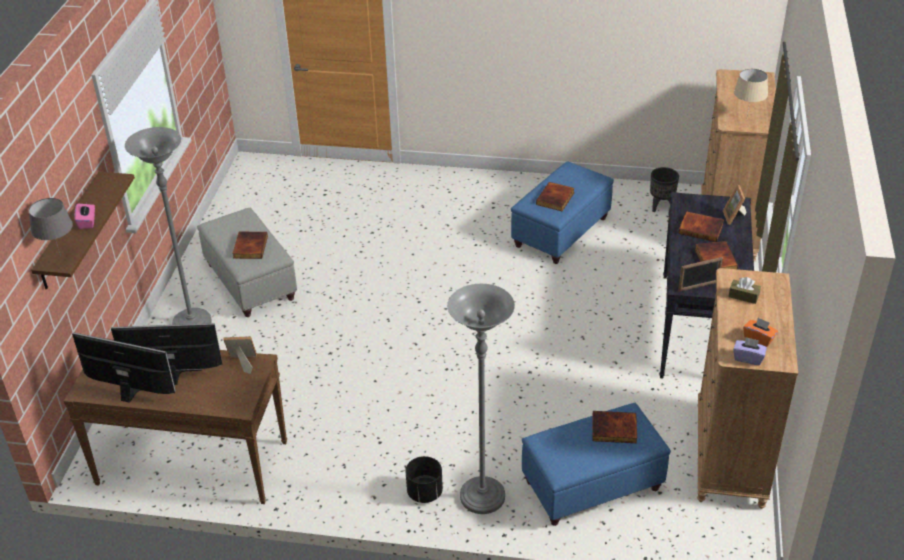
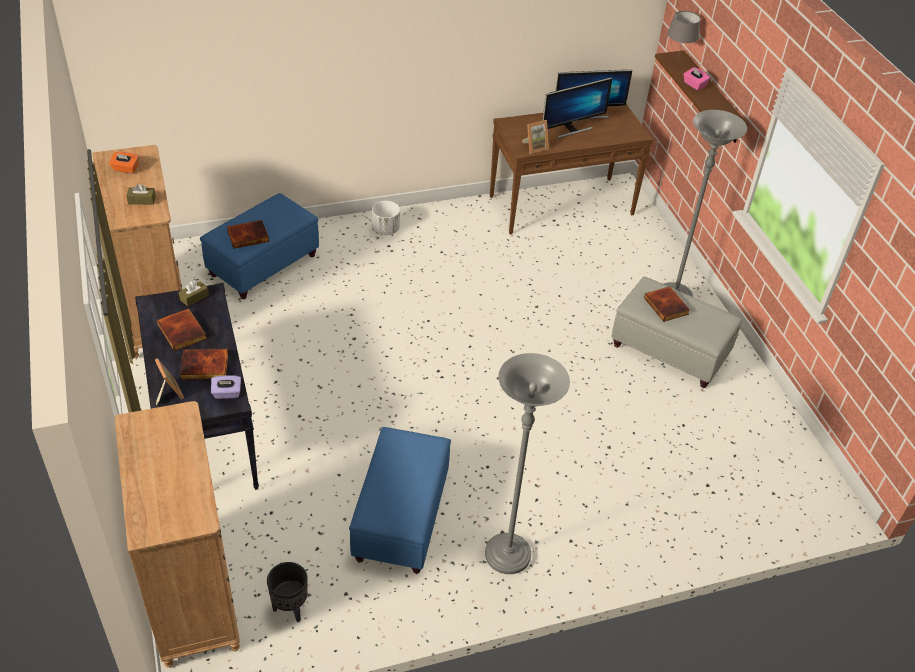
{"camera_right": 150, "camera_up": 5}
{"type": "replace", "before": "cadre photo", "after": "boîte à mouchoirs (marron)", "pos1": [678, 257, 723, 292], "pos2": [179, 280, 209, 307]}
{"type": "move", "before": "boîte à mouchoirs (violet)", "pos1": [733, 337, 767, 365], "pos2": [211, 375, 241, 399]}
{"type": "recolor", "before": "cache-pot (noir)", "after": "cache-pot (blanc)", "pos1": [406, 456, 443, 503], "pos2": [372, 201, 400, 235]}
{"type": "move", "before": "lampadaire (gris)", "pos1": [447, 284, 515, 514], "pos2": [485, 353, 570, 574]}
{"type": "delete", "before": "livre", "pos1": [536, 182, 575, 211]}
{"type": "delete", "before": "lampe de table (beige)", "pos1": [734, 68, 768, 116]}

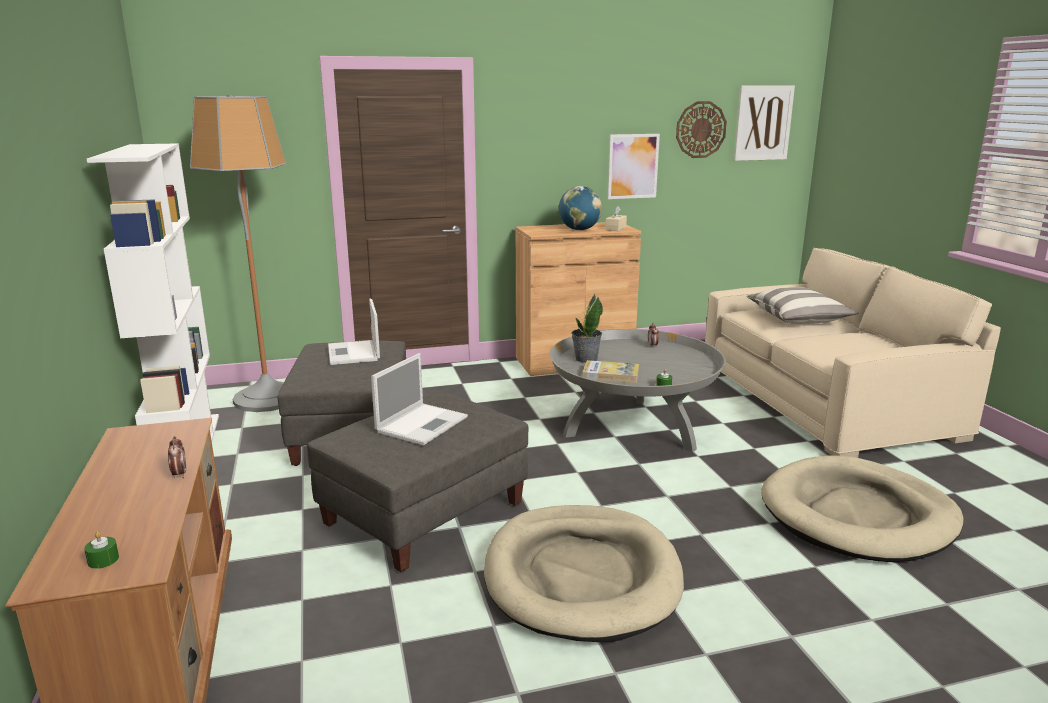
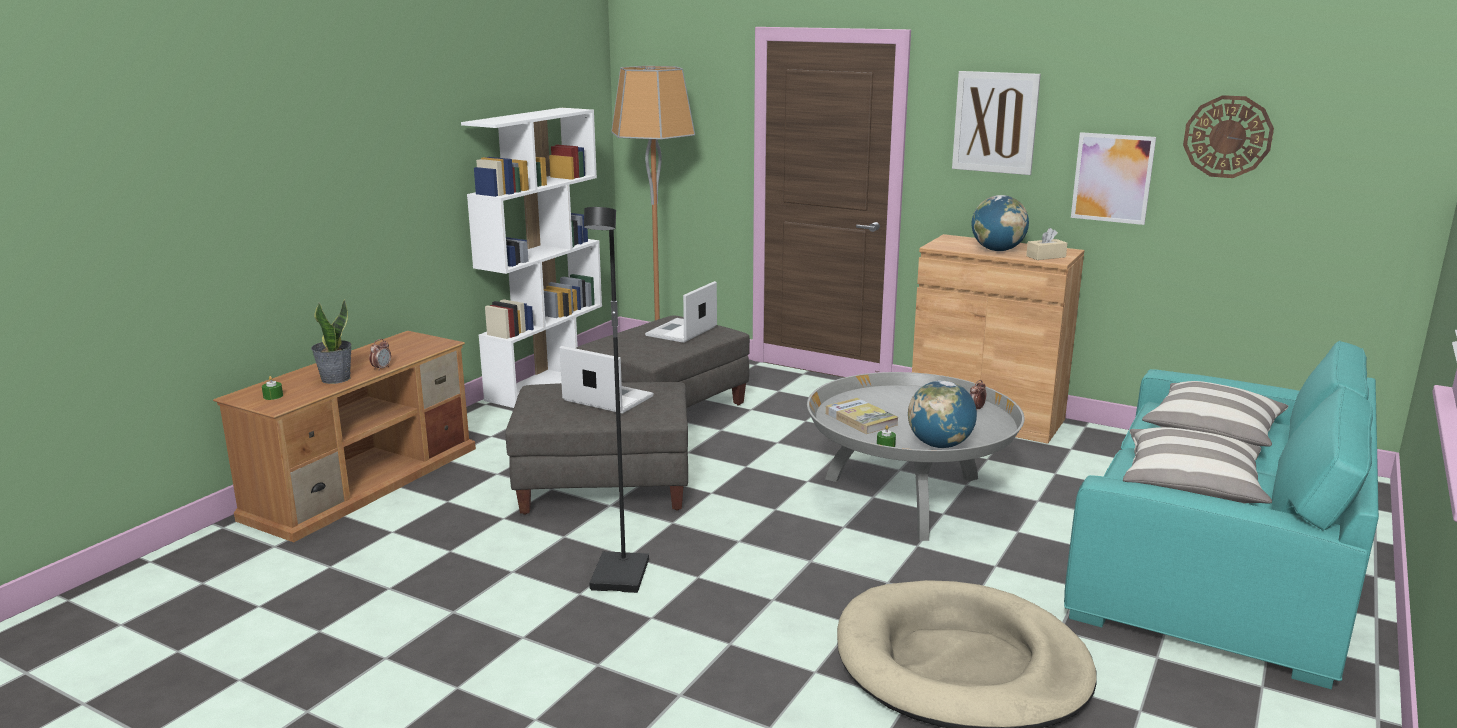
{"camera_right": 45, "camera_up": 0}
{"type": "move", "before": "plante en pot", "pos1": [571, 294, 603, 363], "pos2": [311, 299, 352, 384]}
{"type": "rotate", "before": "ordinateur portable", "pos1": [371, 353, 468, 446], "pos2": [560, 346, 654, 414], "turn": -135}
{"type": "replace", "before": "panier pour chien (beige)", "after": "lampadaire (noir)", "pos1": [484, 505, 684, 642], "pos2": [584, 207, 649, 593]}
{"type": "insert", "after": "globe", "pos2": [908, 380, 977, 448]}
{"type": "move", "before": "tableau", "pos1": [734, 86, 795, 161], "pos2": [952, 71, 1041, 175]}
{"type": "recolor", "before": "canapé (beige)", "after": "canapé (turquoise)", "pos1": [705, 248, 1001, 458], "pos2": [1064, 341, 1379, 689]}
{"type": "insert", "after": "coussin", "pos2": [1123, 427, 1272, 504]}

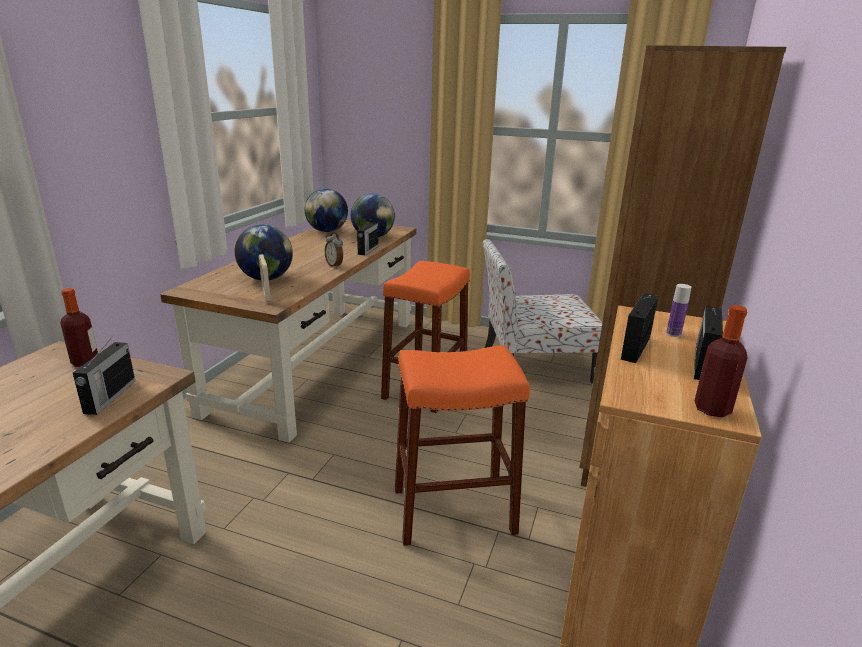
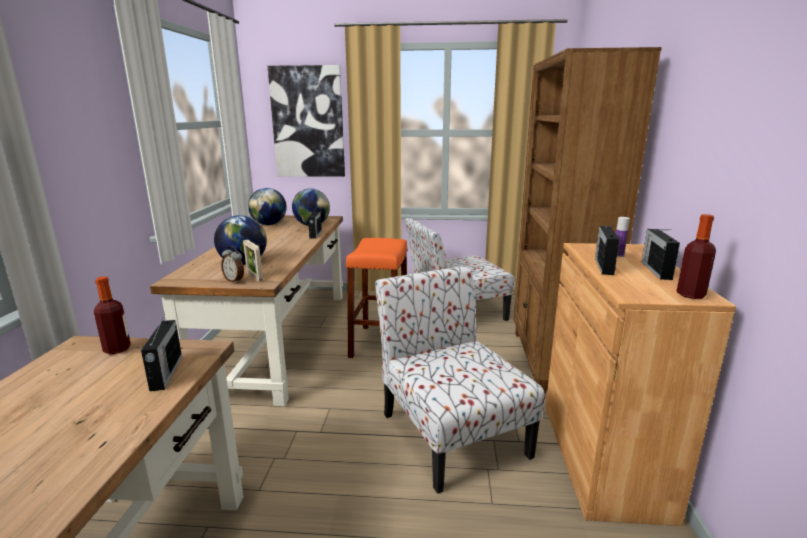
{"camera_right": -15, "camera_up": -5}
{"type": "move", "before": "réveil", "pos1": [325, 232, 343, 268], "pos2": [221, 246, 244, 283]}
{"type": "insert", "after": "tableau", "pos2": [268, 65, 345, 177]}
{"type": "replace", "before": "tabouret (orange)", "after": "chaise", "pos1": [395, 345, 530, 546], "pos2": [375, 266, 545, 494]}

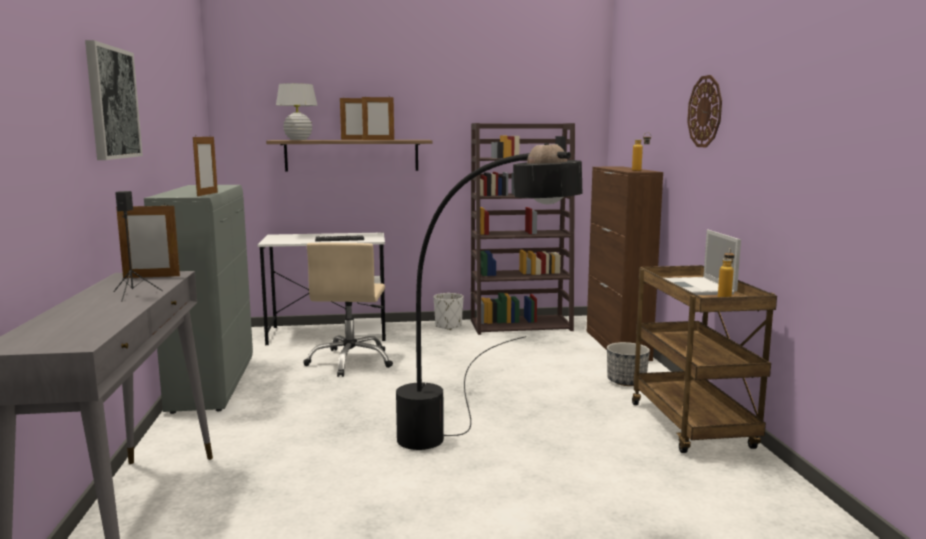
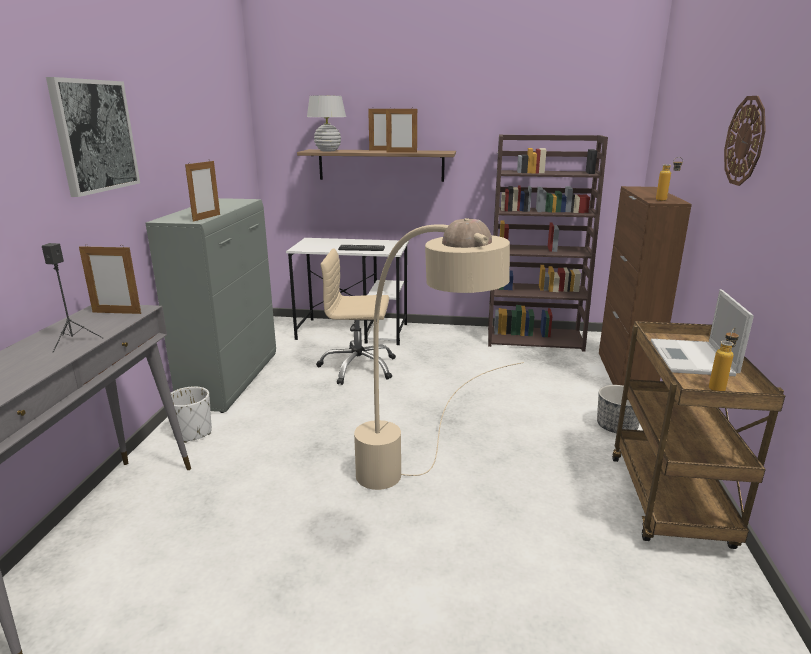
{"camera_right": 15, "camera_up": 10}
{"type": "move", "before": "cache-pot (blanc)", "pos1": [434, 293, 464, 330], "pos2": [171, 386, 212, 443]}
{"type": "rotate", "before": "chaise de bureau (beige)", "pos1": [303, 243, 393, 377], "pos2": [316, 249, 396, 385], "turn": 75}
{"type": "recolor", "before": "lampadaire (noir)", "after": "lampadaire (beige)", "pos1": [396, 143, 582, 450], "pos2": [354, 218, 524, 490]}

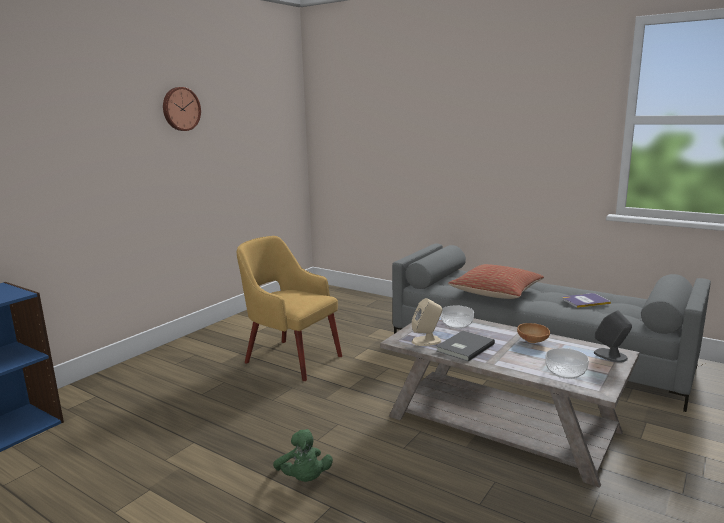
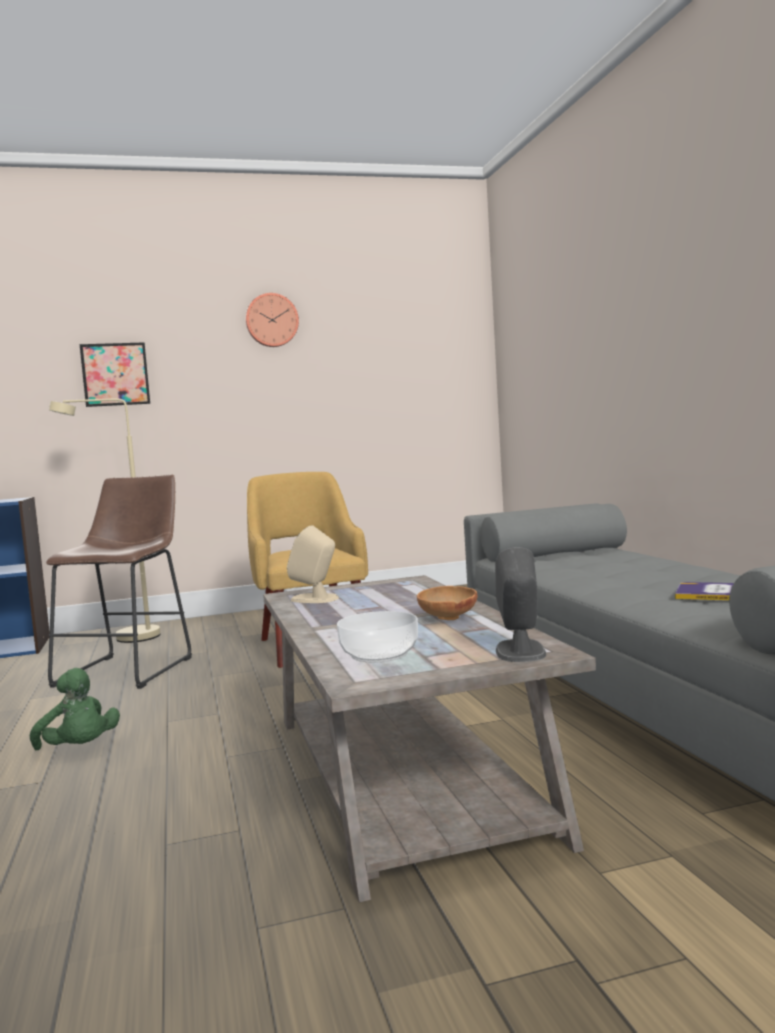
{"camera_right": 40, "camera_up": -10}
{"type": "rotate", "before": "peluche (vert)", "pos1": [273, 429, 333, 482], "pos2": [30, 668, 120, 750], "turn": -60}
{"type": "insert", "after": "tabouret (marron)", "pos2": [46, 474, 192, 689]}
{"type": "insert", "after": "lampadaire (beige)", "pos2": [49, 399, 161, 643]}
{"type": "insert", "after": "tableau", "pos2": [80, 342, 150, 407]}
{"type": "delete", "before": "livre (gris)", "pos1": [436, 331, 495, 361]}
{"type": "delete", "before": "bol", "pos1": [441, 305, 474, 329]}
{"type": "delete", "before": "coussin", "pos1": [448, 264, 544, 299]}

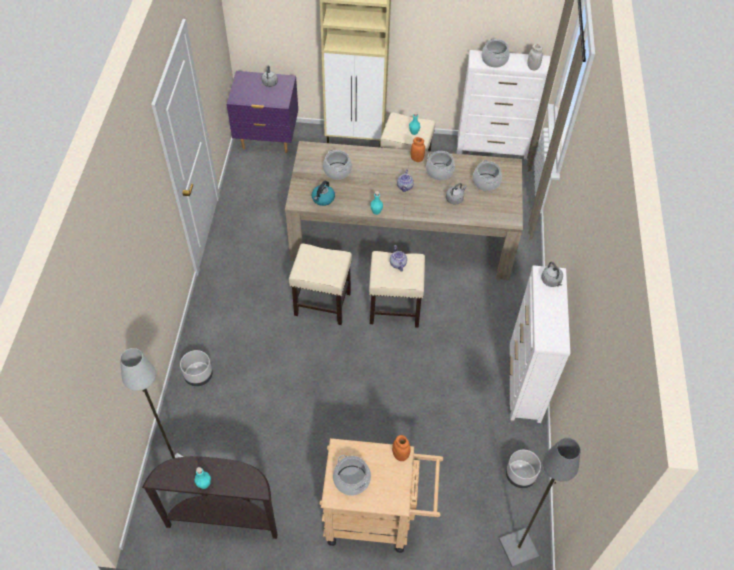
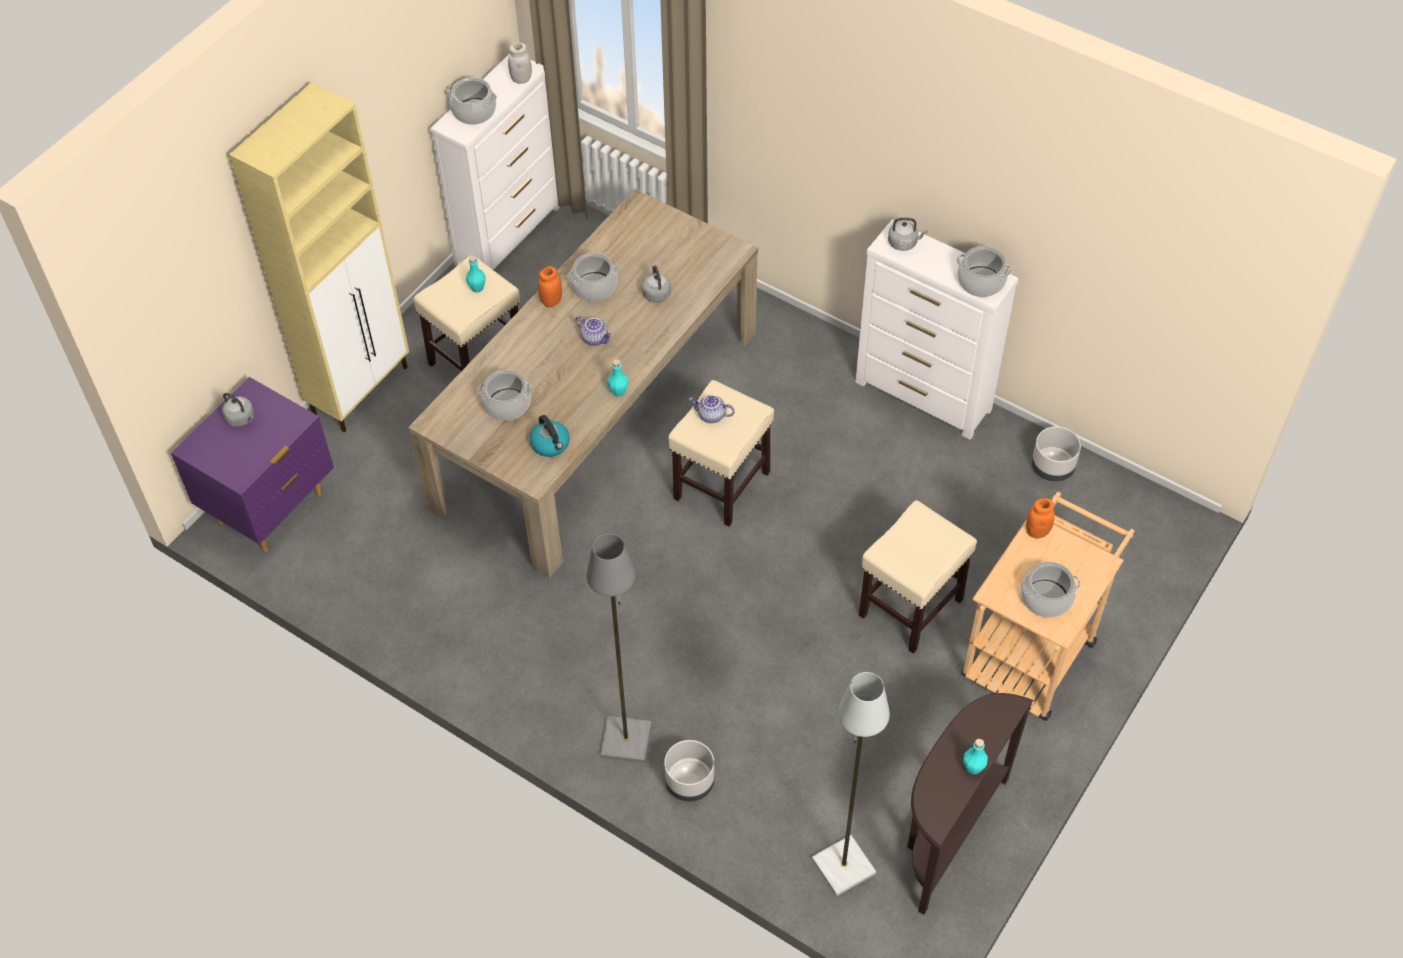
{"camera_right": -60, "camera_up": 0}
{"type": "move", "before": "lampadaire (gris)", "pos1": [499, 438, 581, 567], "pos2": [587, 534, 652, 763]}
{"type": "move", "before": "tabouret (beige)", "pos1": [289, 243, 352, 325], "pos2": [859, 500, 977, 654]}
{"type": "move", "before": "marmite", "pos1": [473, 160, 502, 191], "pos2": [957, 246, 1012, 297]}

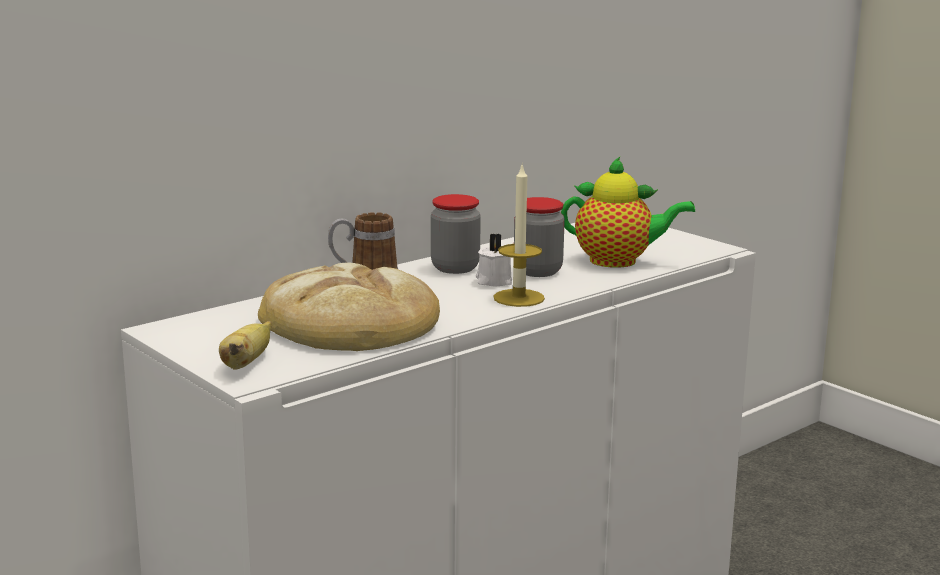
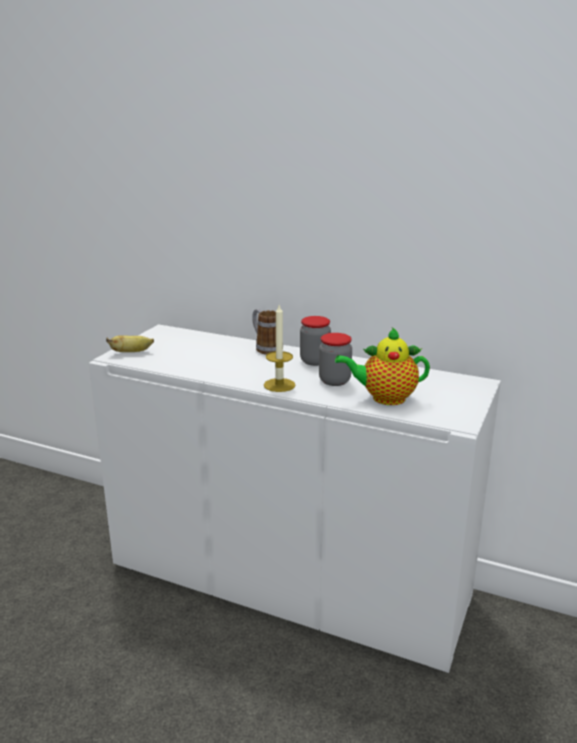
{"camera_right": 65, "camera_up": 5}
{"type": "rotate", "before": "théière", "pos1": [561, 156, 695, 268], "pos2": [335, 327, 430, 405], "turn": 105}
{"type": "delete", "before": "pain", "pos1": [258, 263, 440, 351]}
{"type": "delete", "before": "bougie (blanc)", "pos1": [476, 233, 512, 287]}

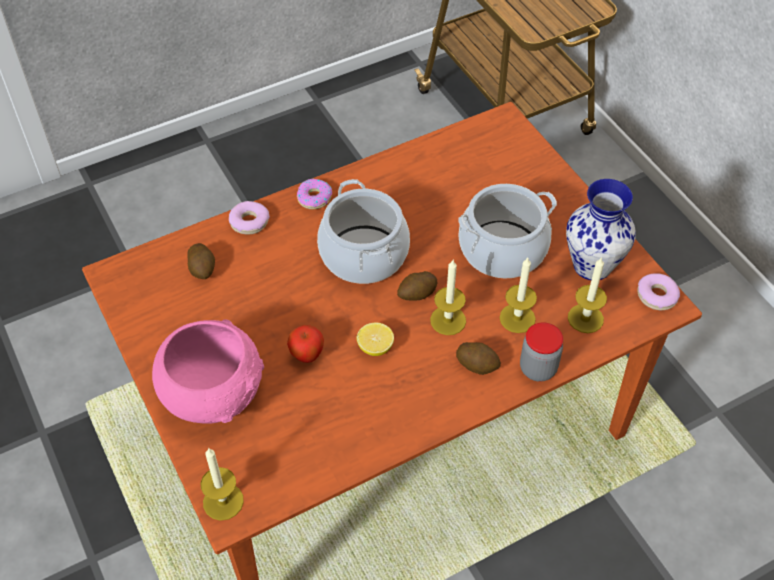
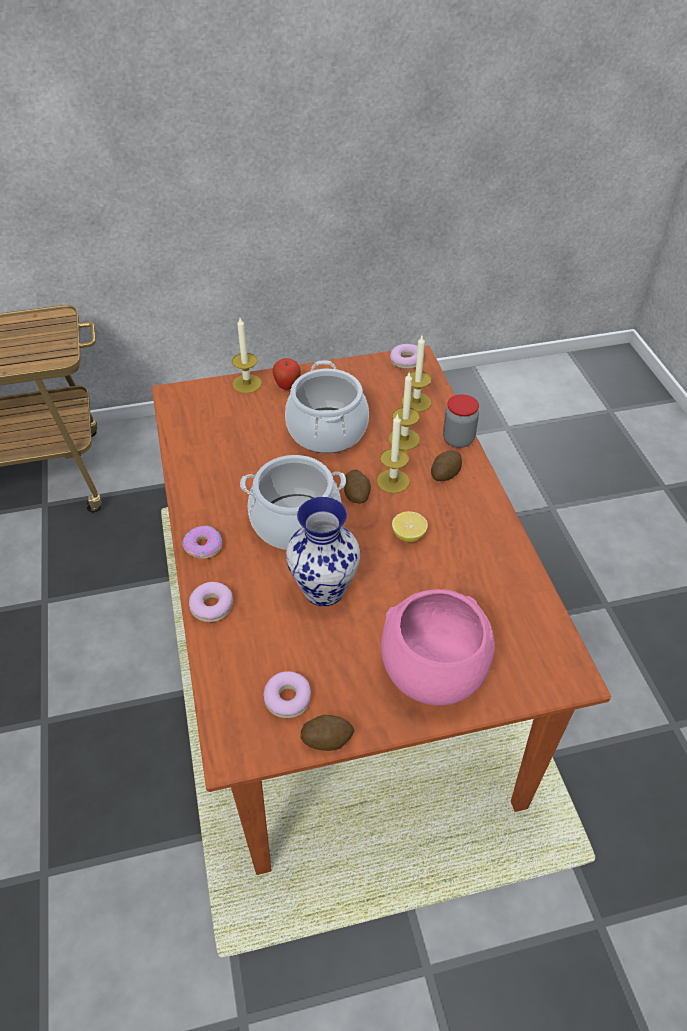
{"camera_right": -75, "camera_up": -5}
{"type": "move", "before": "bougie", "pos1": [200, 448, 244, 521], "pos2": [232, 318, 262, 393]}
{"type": "insert", "after": "beignet", "pos2": [263, 671, 311, 718]}
{"type": "move", "before": "pomme", "pos1": [287, 325, 324, 363], "pos2": [273, 358, 301, 390]}
{"type": "move", "before": "vase", "pos1": [566, 179, 636, 280], "pos2": [286, 497, 360, 606]}
{"type": "move", "before": "pomme de terre", "pos1": [188, 243, 215, 279], "pos2": [301, 715, 354, 751]}

